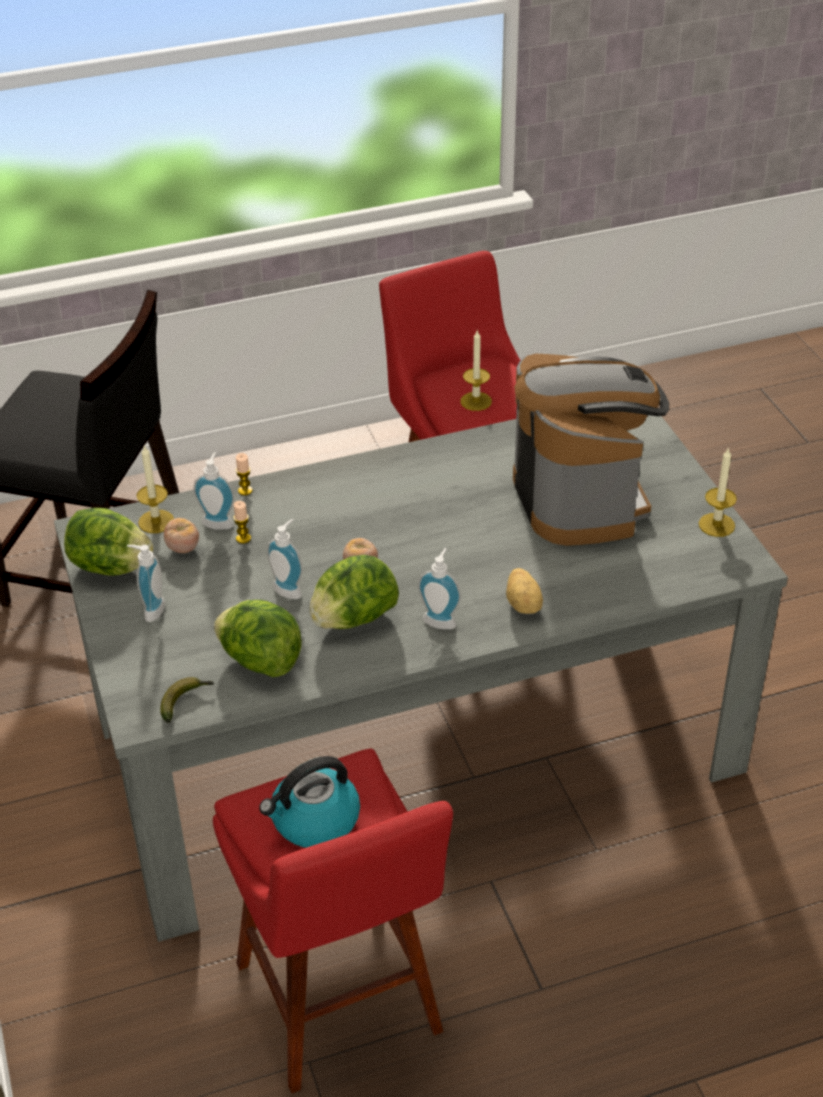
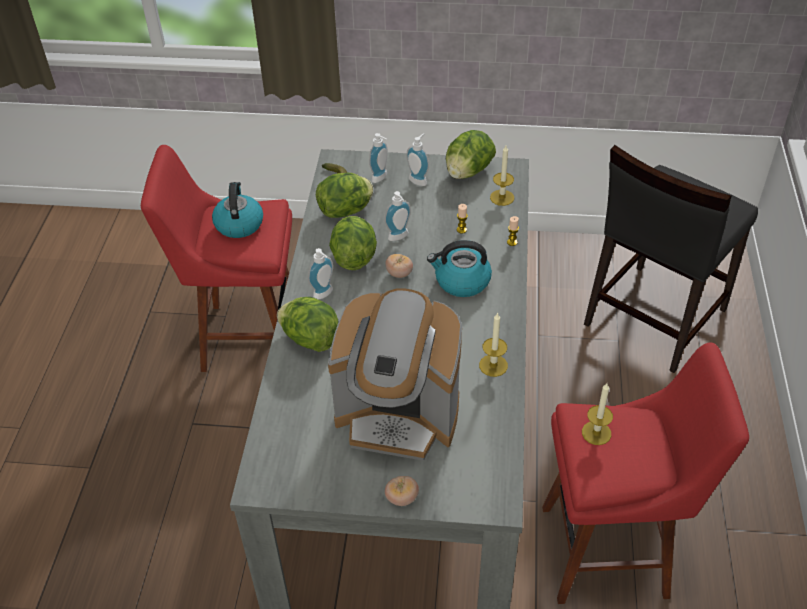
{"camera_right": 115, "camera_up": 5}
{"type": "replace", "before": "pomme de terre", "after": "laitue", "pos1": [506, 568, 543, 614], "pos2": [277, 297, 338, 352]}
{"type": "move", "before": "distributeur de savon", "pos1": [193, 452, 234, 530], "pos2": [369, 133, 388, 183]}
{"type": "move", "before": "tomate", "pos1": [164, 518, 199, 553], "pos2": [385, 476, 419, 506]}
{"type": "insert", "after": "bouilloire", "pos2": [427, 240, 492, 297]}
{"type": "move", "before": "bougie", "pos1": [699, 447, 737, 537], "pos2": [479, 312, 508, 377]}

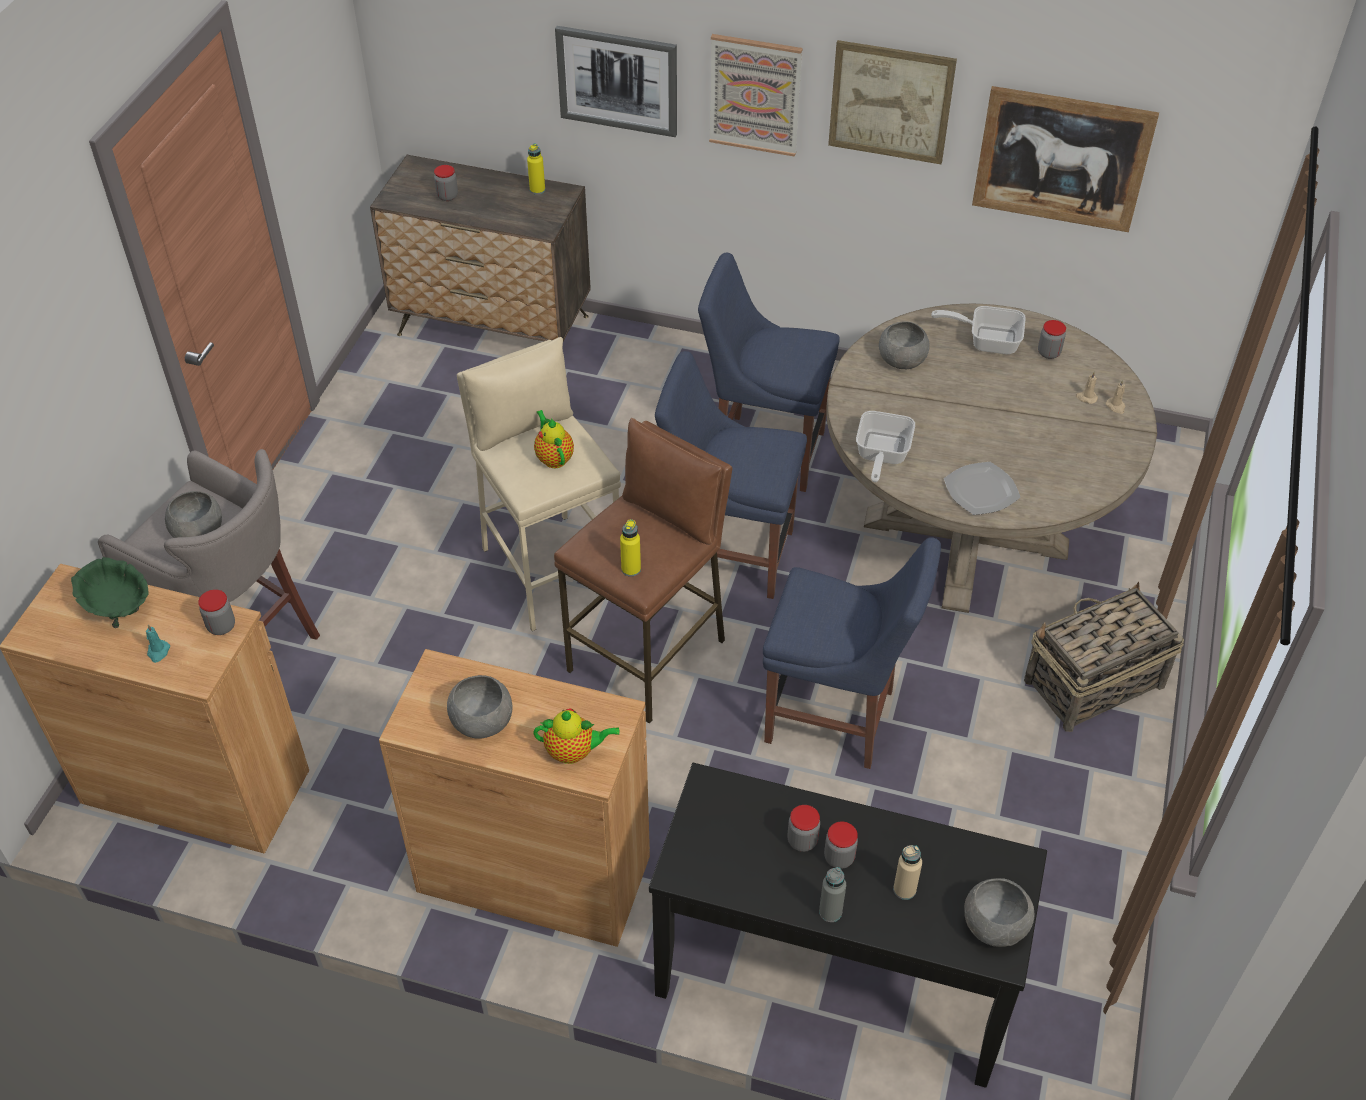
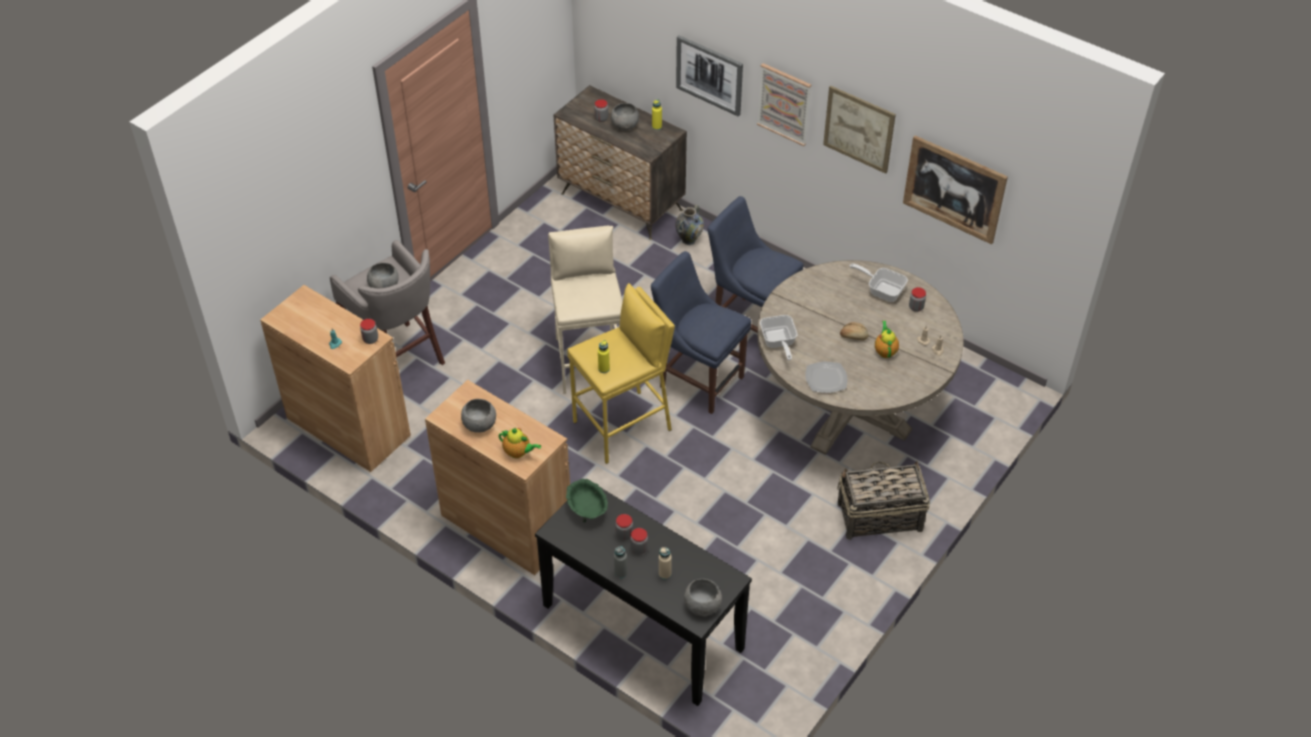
{"camera_right": 20, "camera_up": 0}
{"type": "move", "before": "bol (vert)", "pos1": [71, 557, 149, 628], "pos2": [566, 479, 608, 522]}
{"type": "recolor", "before": "tabouret (marron)", "after": "tabouret (jaune)", "pos1": [554, 418, 732, 724], "pos2": [567, 283, 675, 464]}
{"type": "move", "before": "bol (gris)", "pos1": [879, 321, 929, 369], "pos2": [611, 103, 639, 130]}
{"type": "insert", "after": "vase", "pos2": [675, 204, 704, 245]}
{"type": "rotate", "before": "poêle", "pos1": [856, 411, 915, 482], "pos2": [760, 315, 798, 361], "turn": -45}
{"type": "insert", "after": "pain", "pos2": [840, 322, 869, 340]}
{"type": "move", "before": "théière", "pos1": [534, 410, 574, 468], "pos2": [875, 321, 899, 358]}
{"type": "delete", "before": "chaise (bleu)", "pos1": [763, 537, 941, 769]}

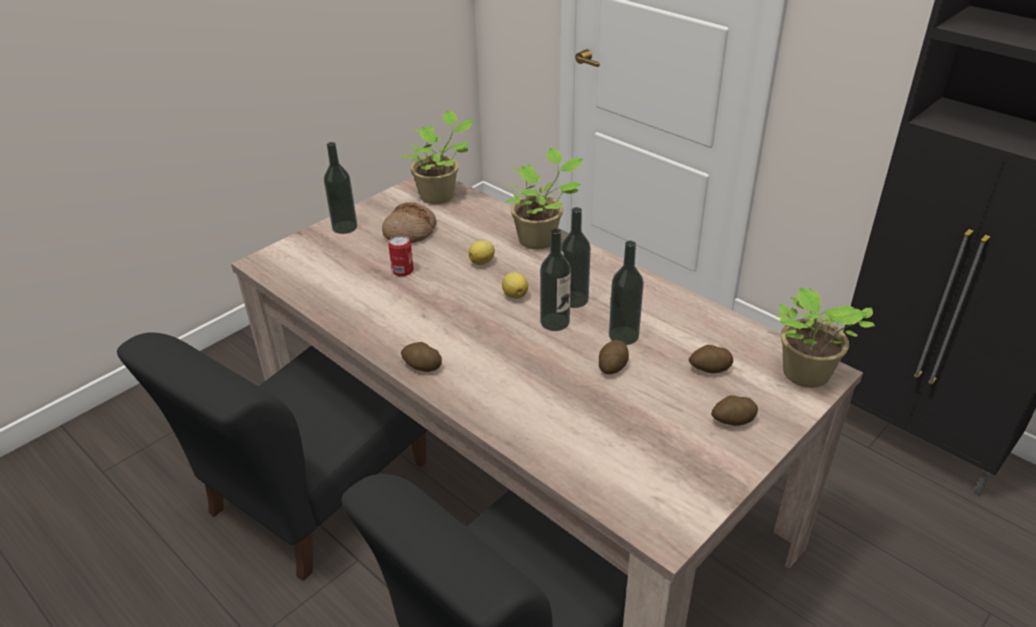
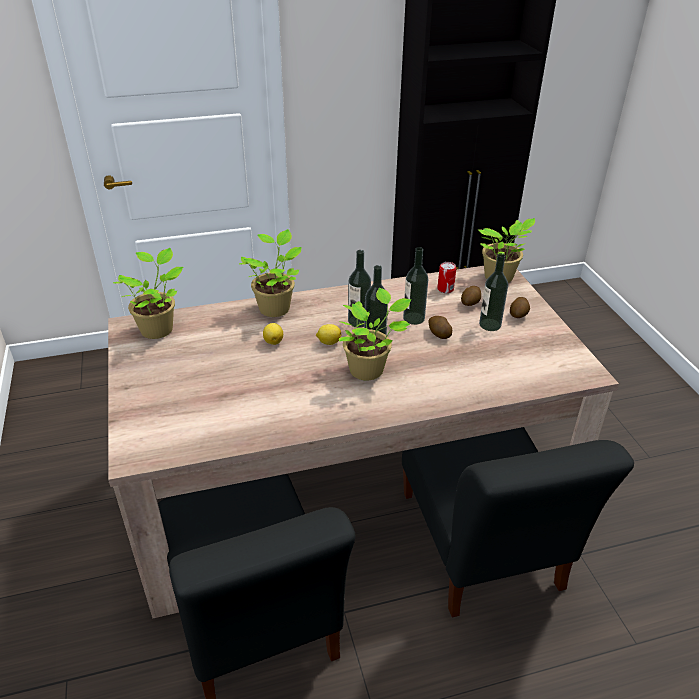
{"camera_right": -60, "camera_up": 0}
{"type": "insert", "after": "plante en pot", "pos2": [339, 288, 411, 380]}
{"type": "move", "before": "boîte métallique", "pos1": [388, 235, 414, 276], "pos2": [437, 262, 456, 293]}
{"type": "move", "before": "bouteille", "pos1": [324, 142, 357, 234], "pos2": [479, 253, 508, 331]}
{"type": "delete", "before": "pain", "pos1": [382, 202, 437, 243]}
{"type": "delete", "before": "pomme de terre", "pos1": [401, 342, 442, 372]}

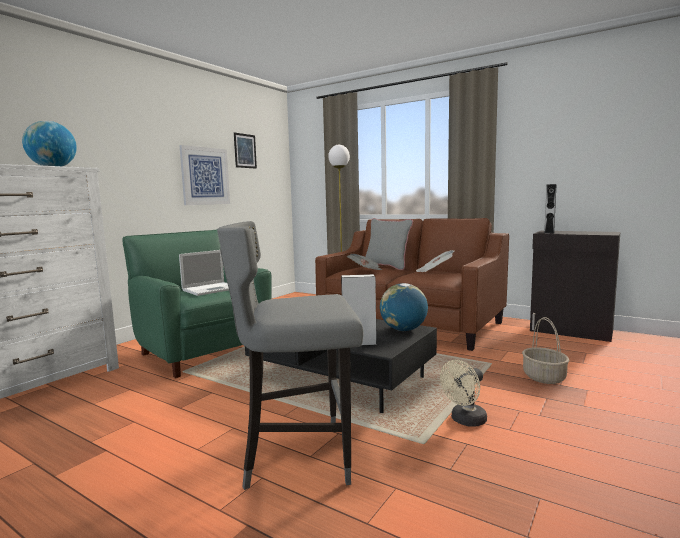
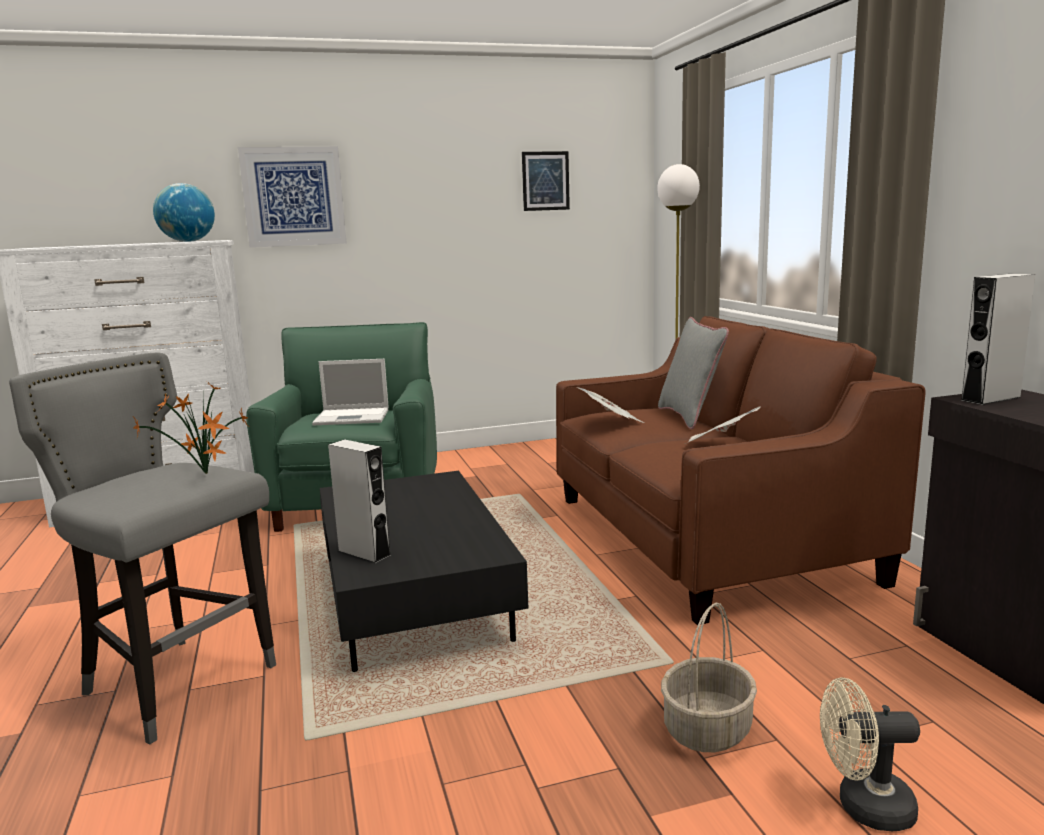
{"camera_right": 40, "camera_up": 5}
{"type": "insert", "after": "plante en pot", "pos2": [133, 382, 248, 474]}
{"type": "move", "before": "tableau", "pos1": [179, 145, 230, 205], "pos2": [238, 146, 347, 248]}
{"type": "move", "before": "ventilateur (beige)", "pos1": [440, 360, 487, 427], "pos2": [820, 677, 920, 831]}
{"type": "delete", "before": "globe", "pos1": [380, 283, 428, 331]}

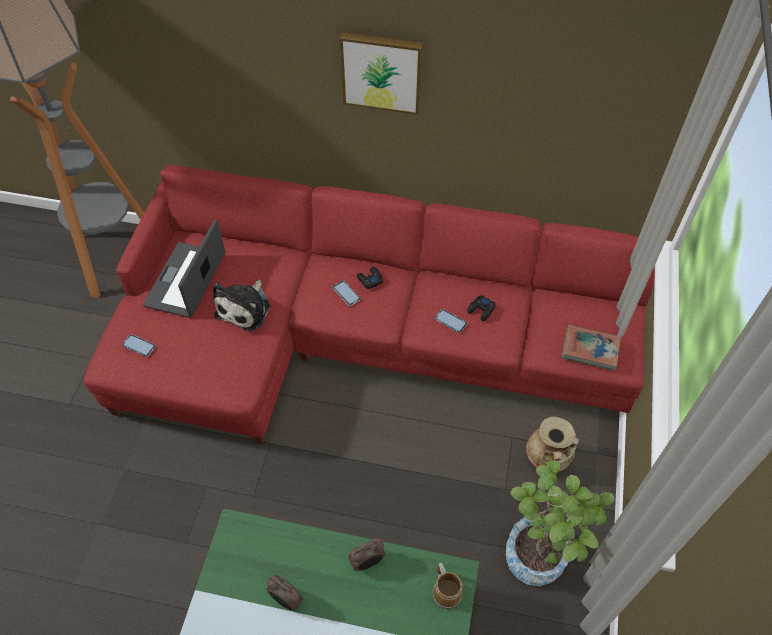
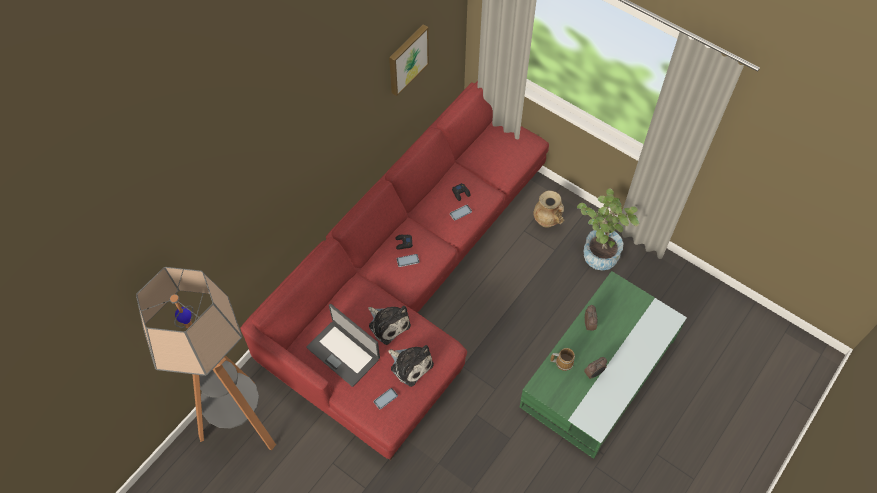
{"camera_right": -65, "camera_up": 5}
{"type": "insert", "after": "peluche", "pos2": [388, 345, 434, 387]}
{"type": "move", "before": "tableau", "pos1": [340, 32, 423, 115], "pos2": [389, 24, 429, 96]}
{"type": "move", "before": "mug", "pos1": [432, 563, 463, 609], "pos2": [550, 348, 575, 371]}
{"type": "delete", "before": "livre", "pos1": [562, 324, 621, 371]}

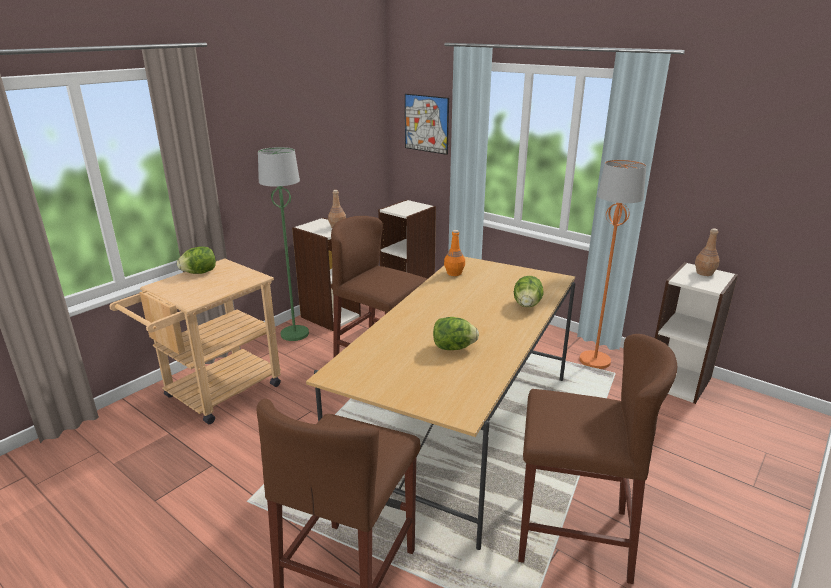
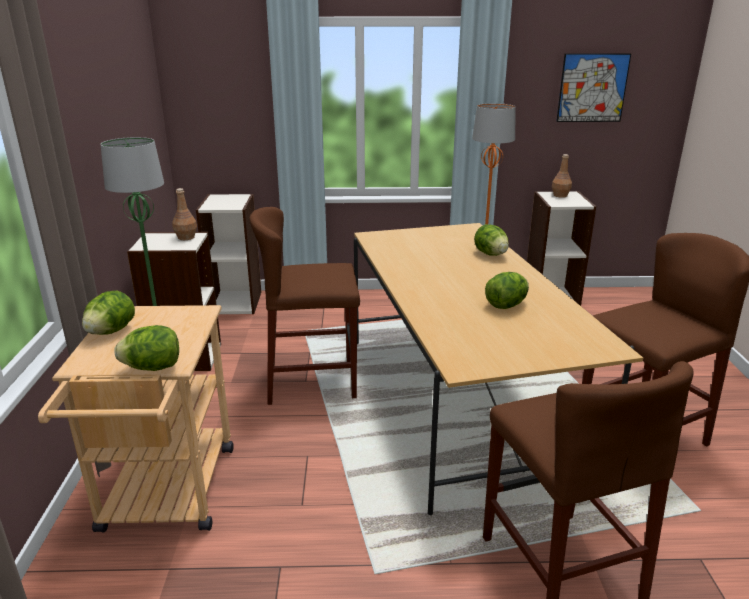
{"camera_right": -40, "camera_up": 0}
{"type": "insert", "after": "laitue", "pos2": [115, 325, 179, 371]}
{"type": "move", "before": "tableau", "pos1": [405, 94, 449, 155], "pos2": [556, 53, 631, 122]}
{"type": "delete", "before": "bouteille (orange)", "pos1": [444, 230, 465, 276]}

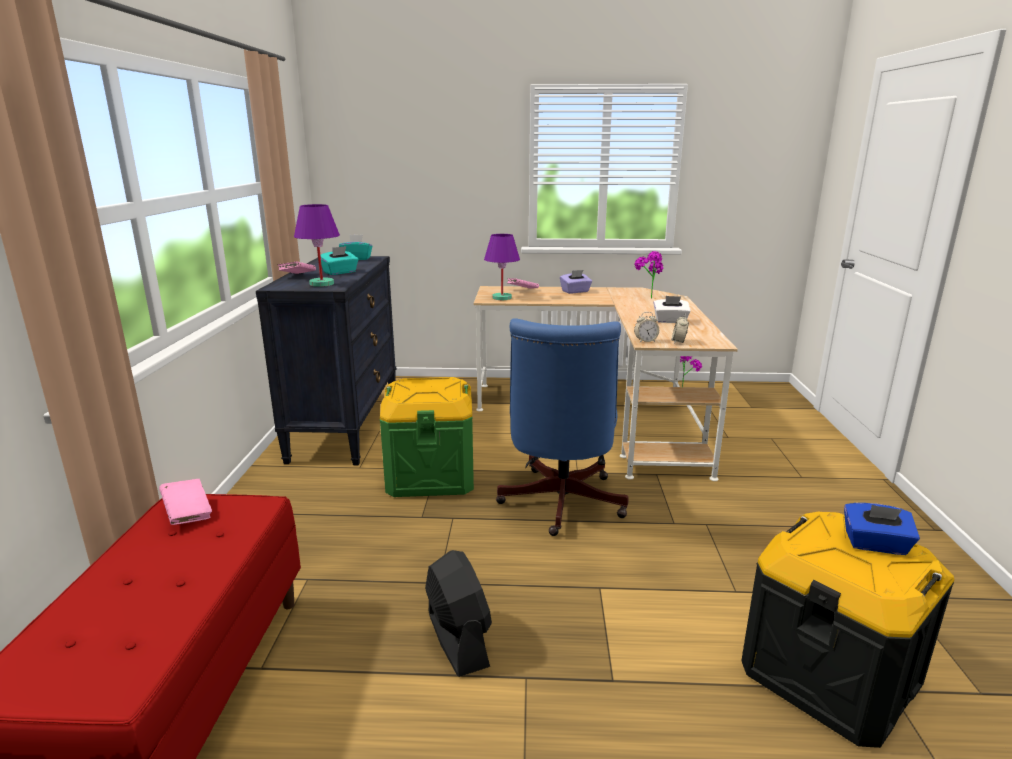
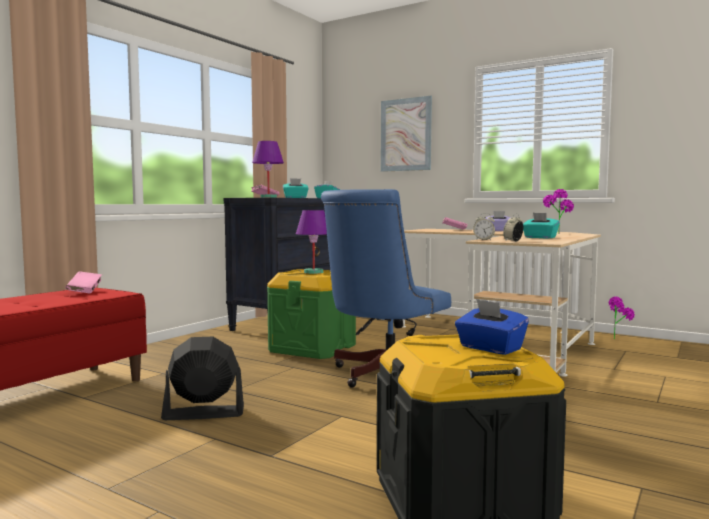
{"camera_right": 30, "camera_up": -15}
{"type": "rotate", "before": "ventilateur (noir)", "pos1": [425, 550, 492, 677], "pos2": [161, 337, 244, 420], "turn": -105}
{"type": "move", "before": "lampe de table (violet)", "pos1": [484, 234, 520, 300], "pos2": [296, 210, 327, 274]}
{"type": "insert", "after": "tableau", "pos2": [381, 96, 432, 172]}
{"type": "recolor", "before": "boîte à mouchoirs (blanc)", "after": "boîte à mouchoirs (turquoise)", "pos1": [654, 296, 691, 323], "pos2": [523, 213, 560, 239]}

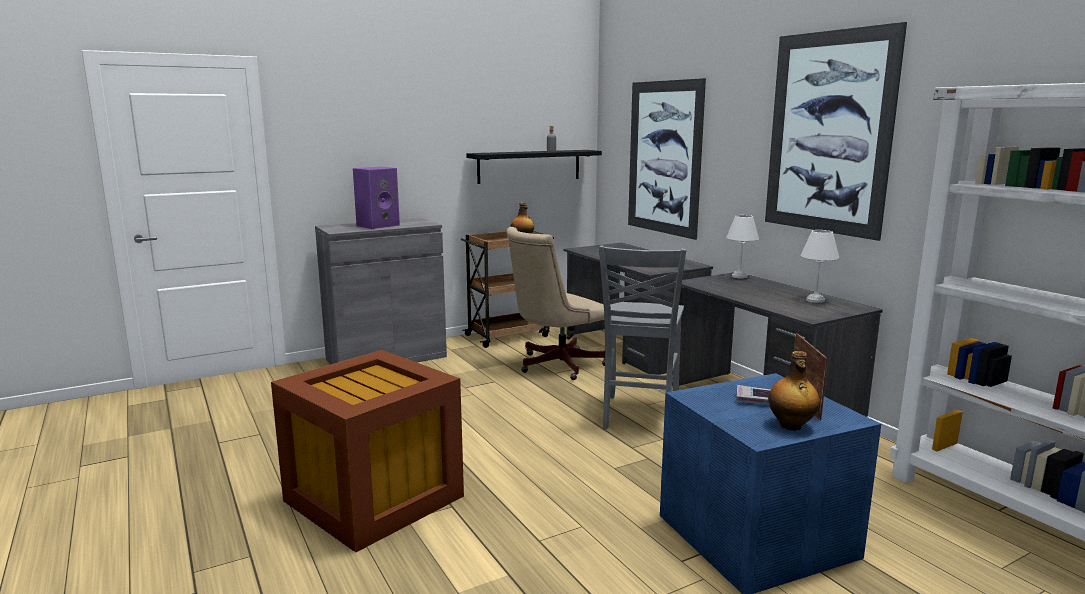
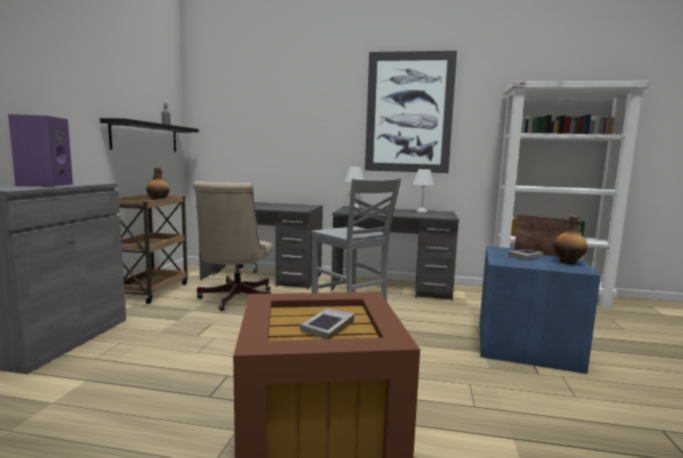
{"camera_right": -50, "camera_up": -5}
{"type": "insert", "after": "livre", "pos2": [300, 308, 354, 339]}
{"type": "delete", "before": "tableau", "pos1": [628, 78, 706, 240]}

